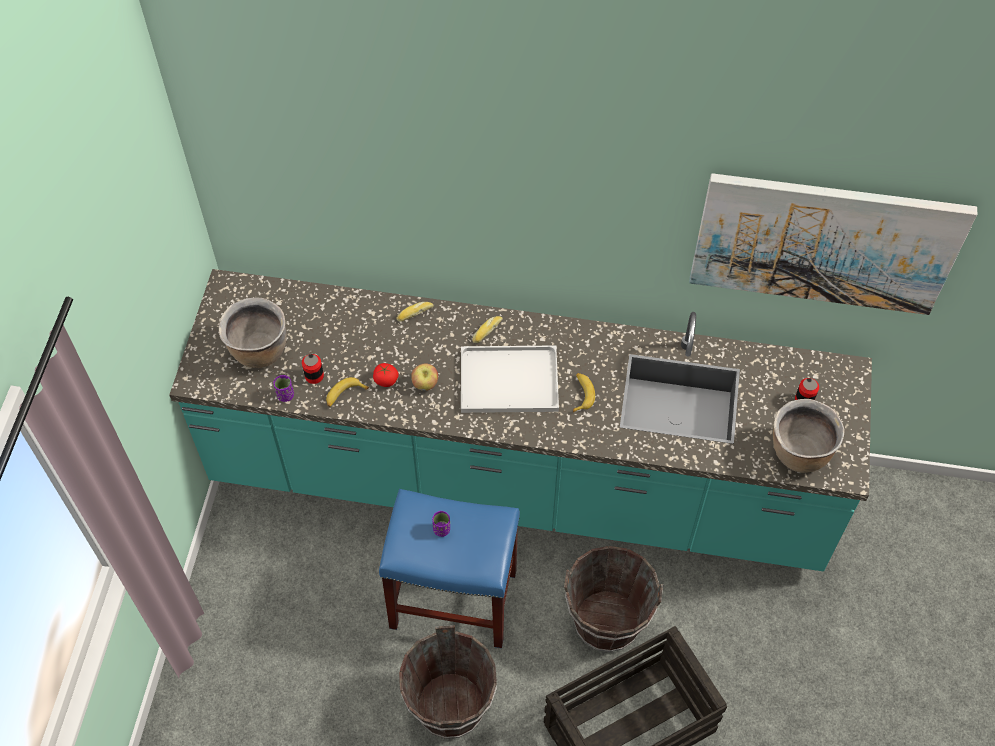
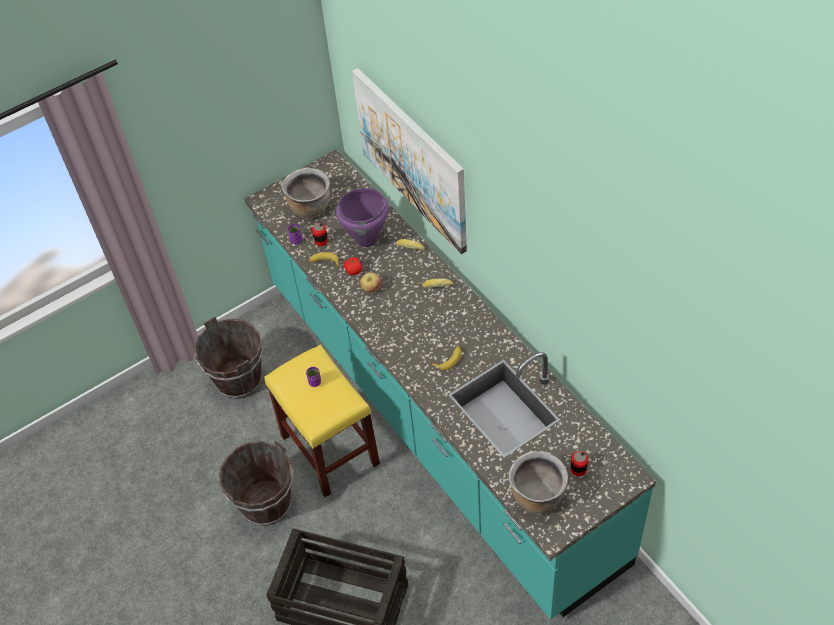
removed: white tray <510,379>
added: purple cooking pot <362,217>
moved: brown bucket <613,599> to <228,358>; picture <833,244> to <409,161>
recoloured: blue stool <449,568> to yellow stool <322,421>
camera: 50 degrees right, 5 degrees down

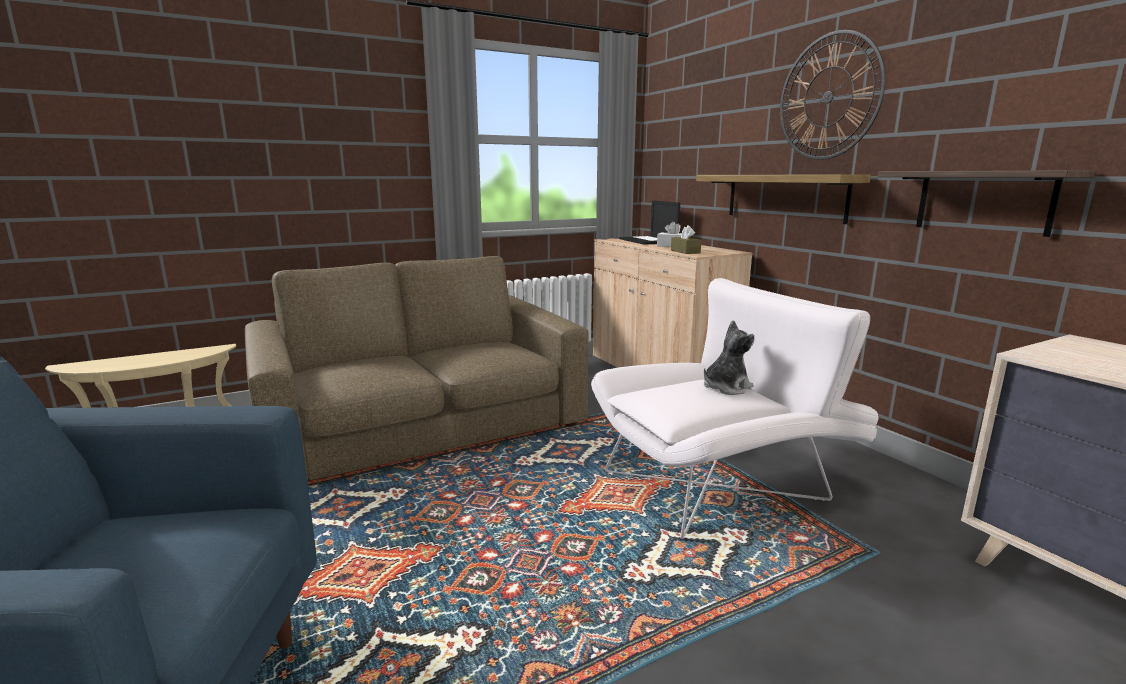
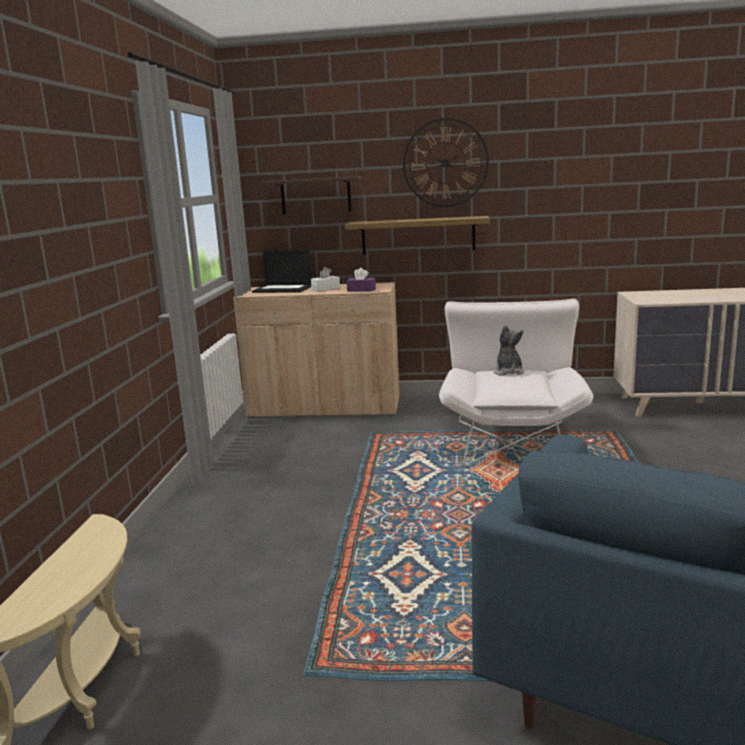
removed: brown sofa <416,368>
moved: shelf <986,203> to <311,195>
recoloured: brown tissue box <686,239> to purple tissue box <361,280>
camera: 55 degrees left, 0 degrees up

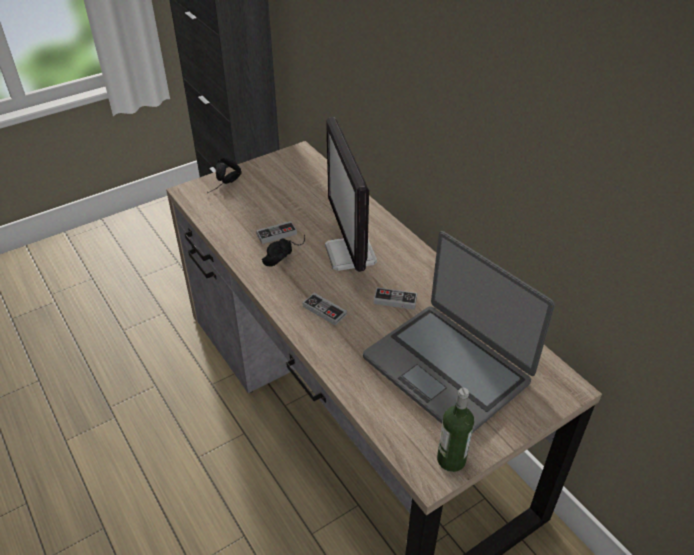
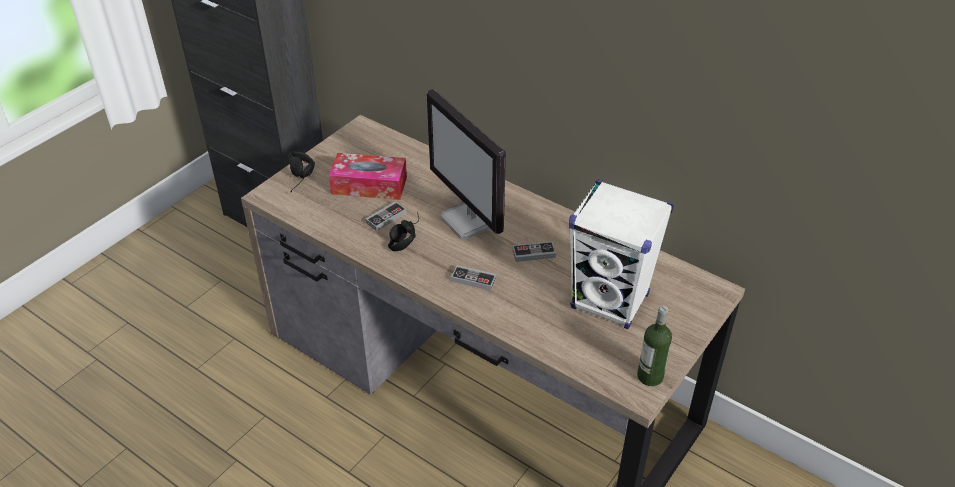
added: tissue box <368,176>
replaced: laptop <459,332> to white speaker <621,254>
camera: 20 degrees left, 0 degrees up

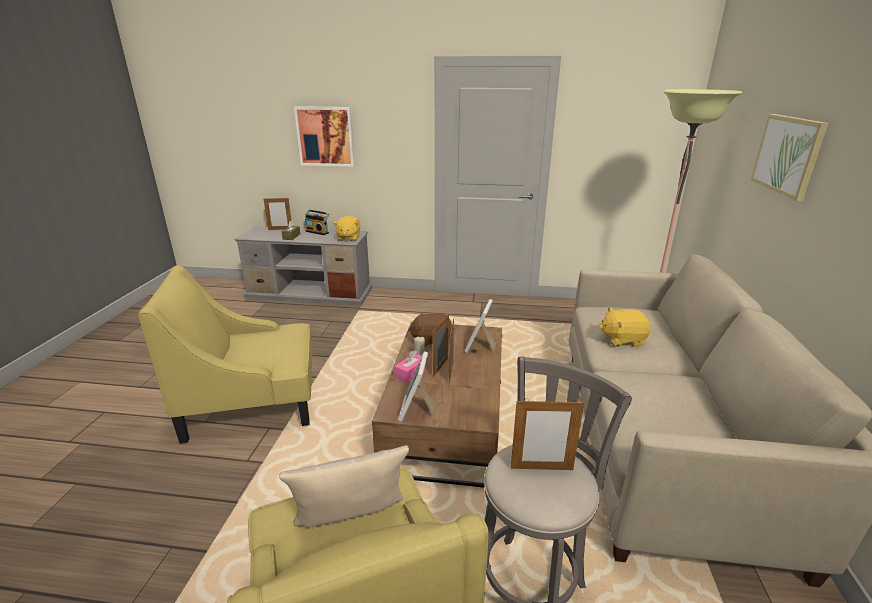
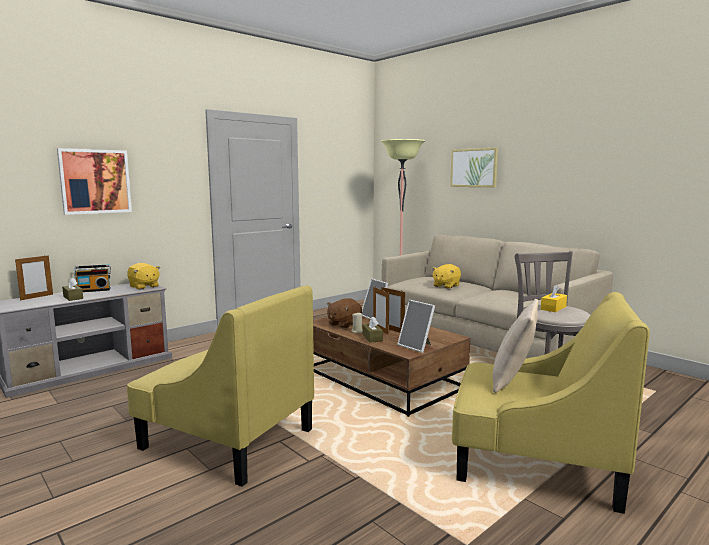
replaced: picture frame <547,434> to yellow tissue box <554,298>
recoloured: pink tissue box <411,366> to brown tissue box <373,329>
turned: yellow armchair <225,355> = <220,386> 90 degrees counterclockwise
camera: 50 degrees left, 15 degrees down

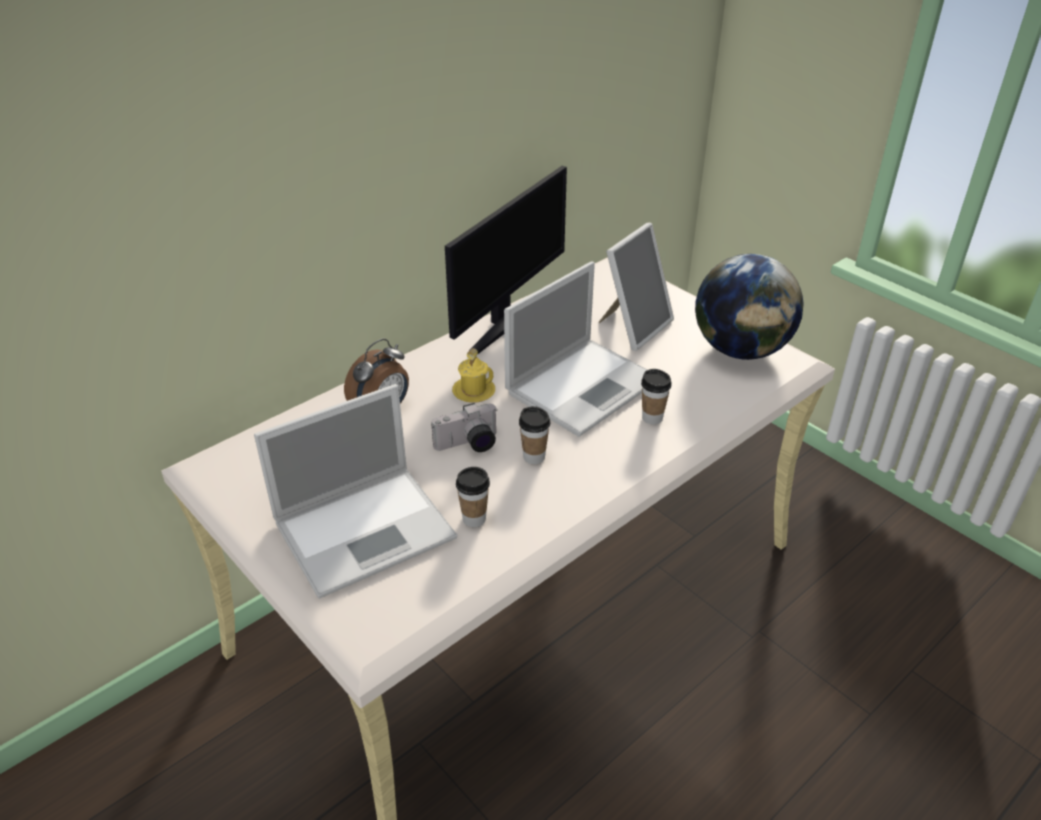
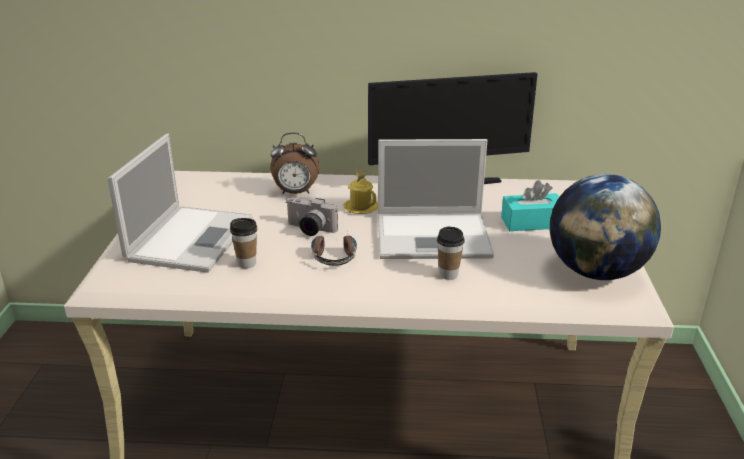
replaced: cup <534,435> to headphones <334,248>; picture frame <636,286> to turquoise tissue box <530,205>
turned: laptop <355,491> = <180,203> 90 degrees counterclockwise
camera: 45 degrees right, 10 degrees down

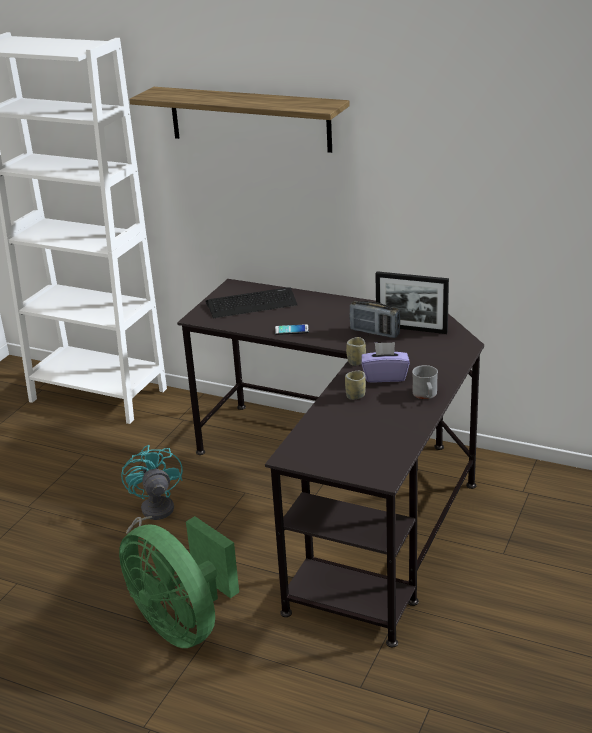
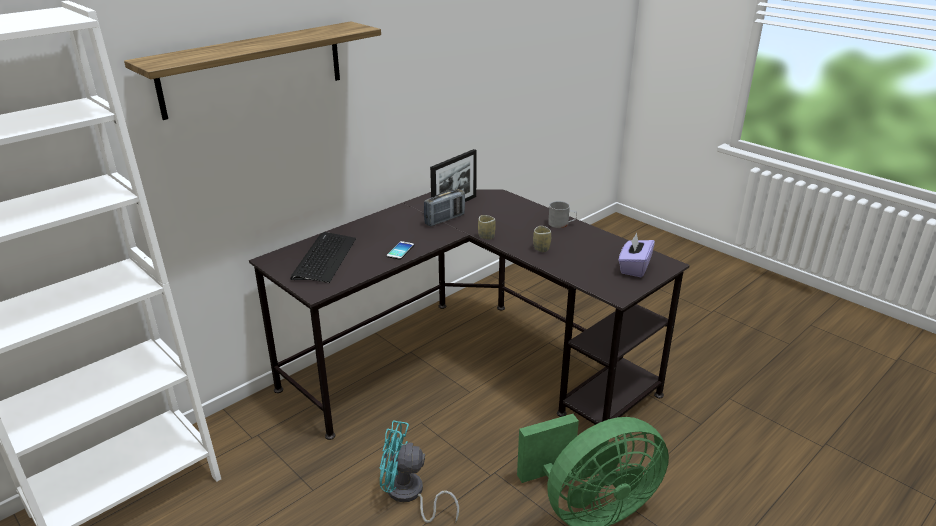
moved: purple tissue box <385,362> to <636,255>
camera: 70 degrees left, 0 degrees up

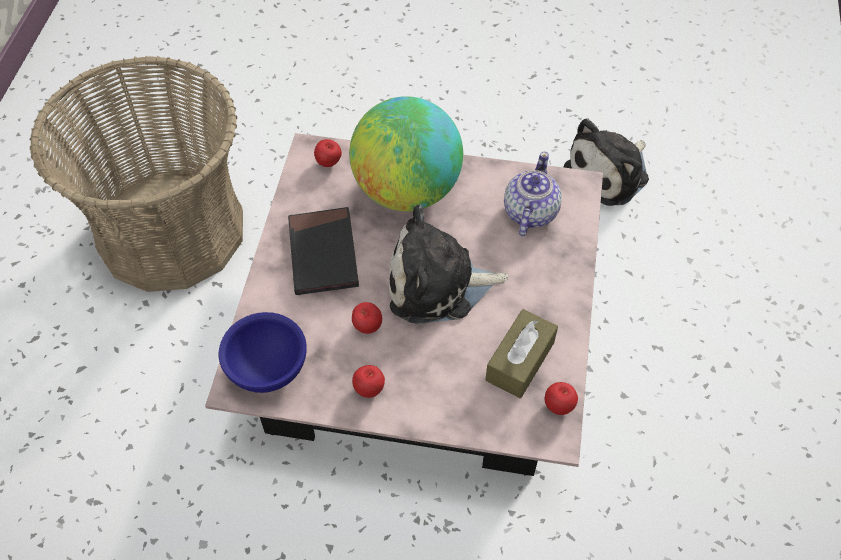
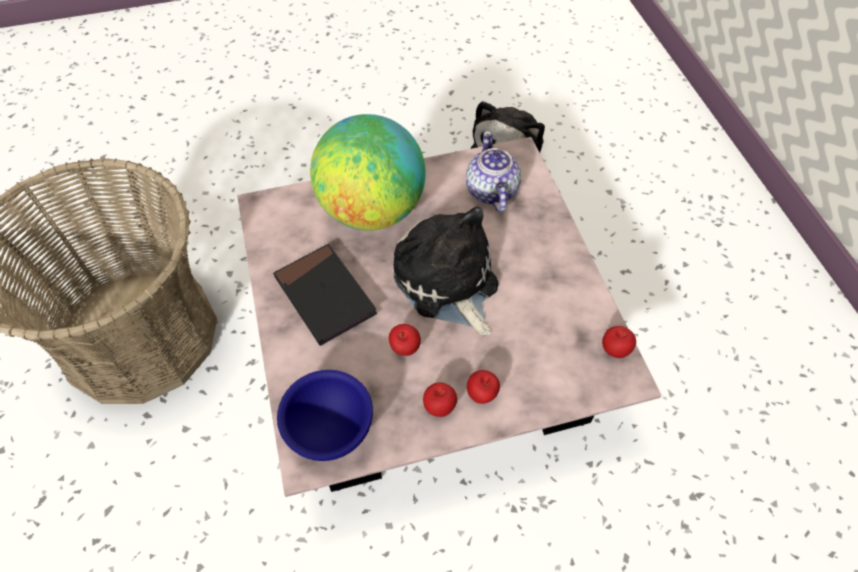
removed: brown tissue box <521,353>
moved: apple <328,153> to <483,387>
turned: plush toy <448,264> = <446,271> 90 degrees clockwise
camera: 25 degrees left, 0 degrees up

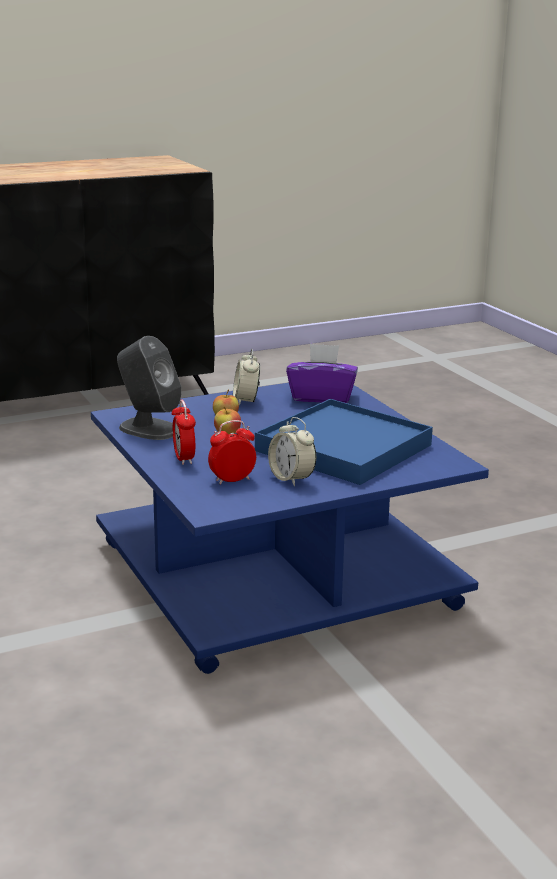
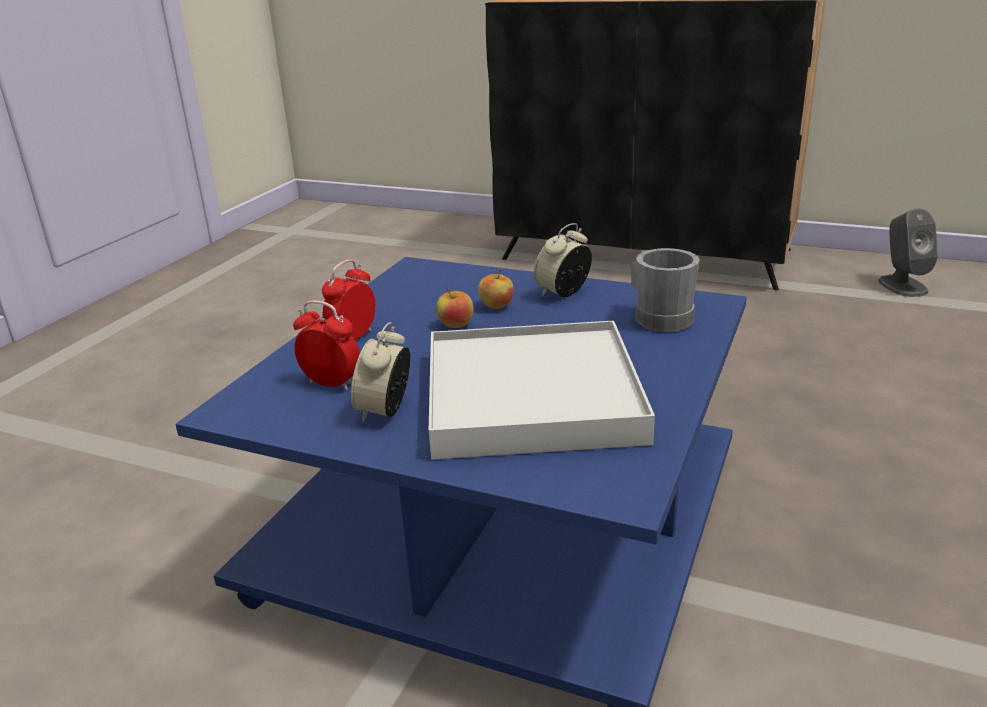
moved: grey speaker <149,388> to <908,252>
replaced: purple tissue box <322,373> to grey mug <665,290>
recoloured: blue tray <344,442> to white tray <542,390>
camera: 50 degrees right, 5 degrees up

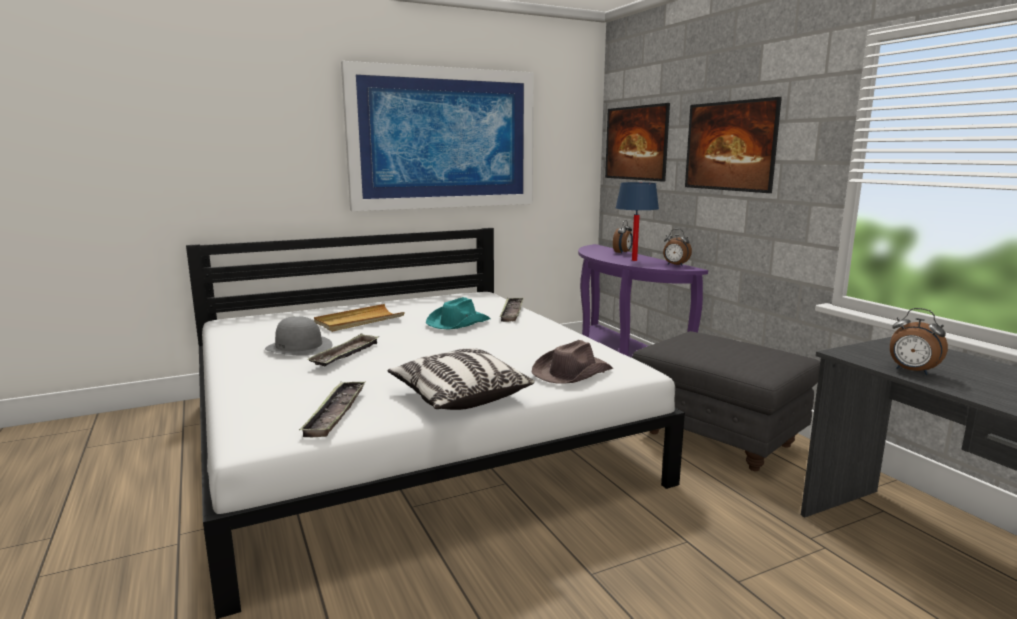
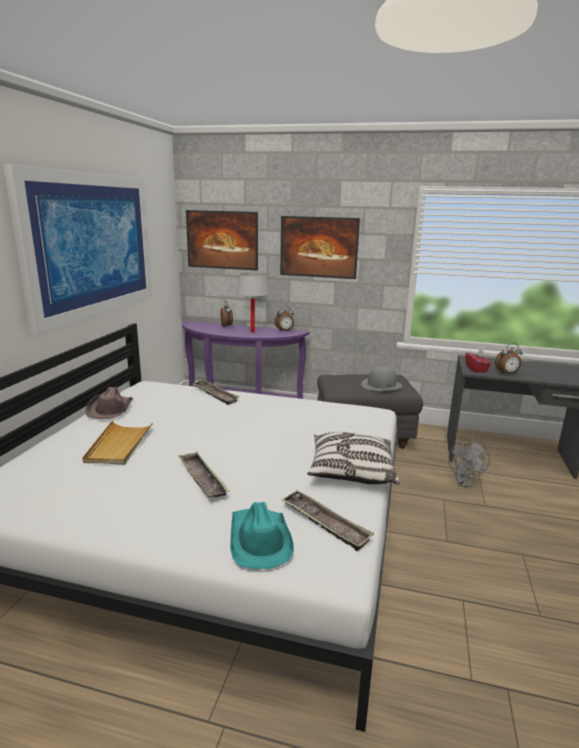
added: grey fan <469,463>; red tissue box <478,360>
moved: grey hat <299,336> to <382,378>; turquoise hat <458,313> to <262,535>; brown hat <572,361> to <109,403>
recoloured: blue table lamp <637,221> to white table lamp <253,303>
camera: 50 degrees left, 5 degrees up

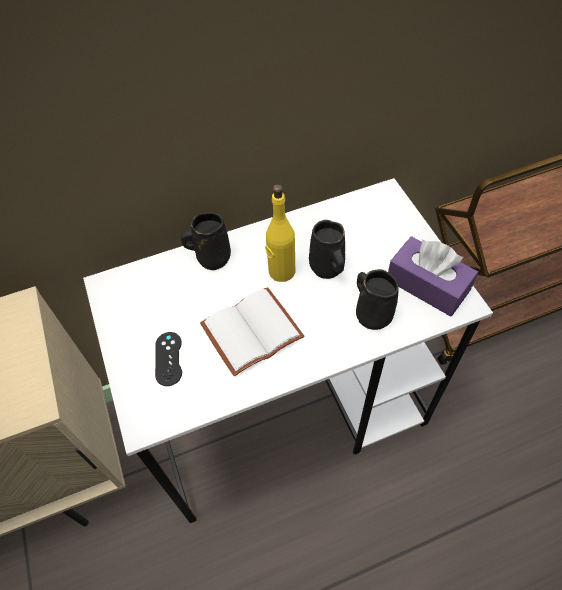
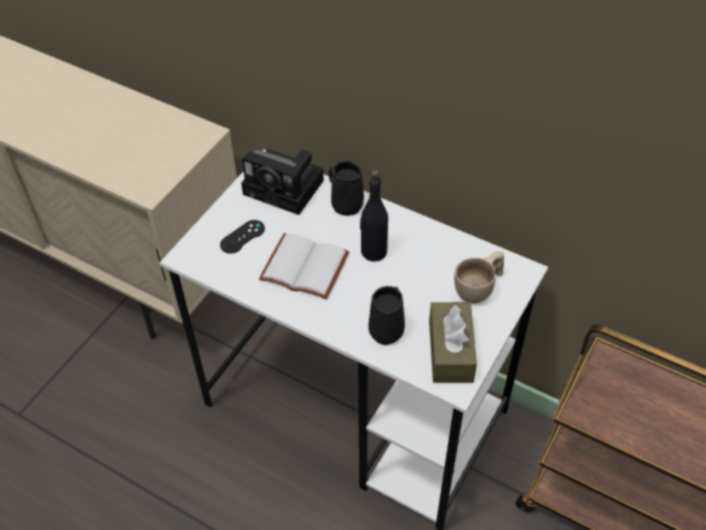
removed: black mug <327,249>
added: photo camera <282,182>; beige cup <479,277>
recoloured: yellow bottle <280,233> to black bottle <374,216>; purple tissue box <433,276> to brown tissue box <453,342>
camera: 50 degrees right, 5 degrees down

